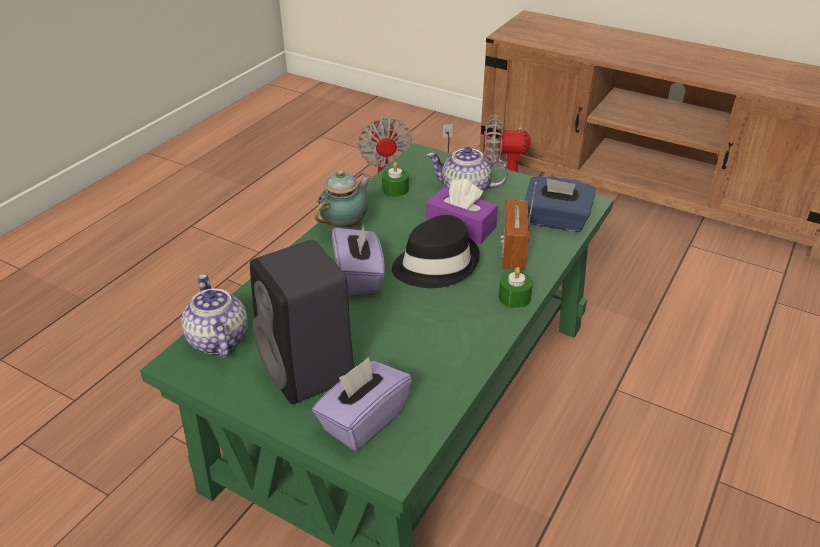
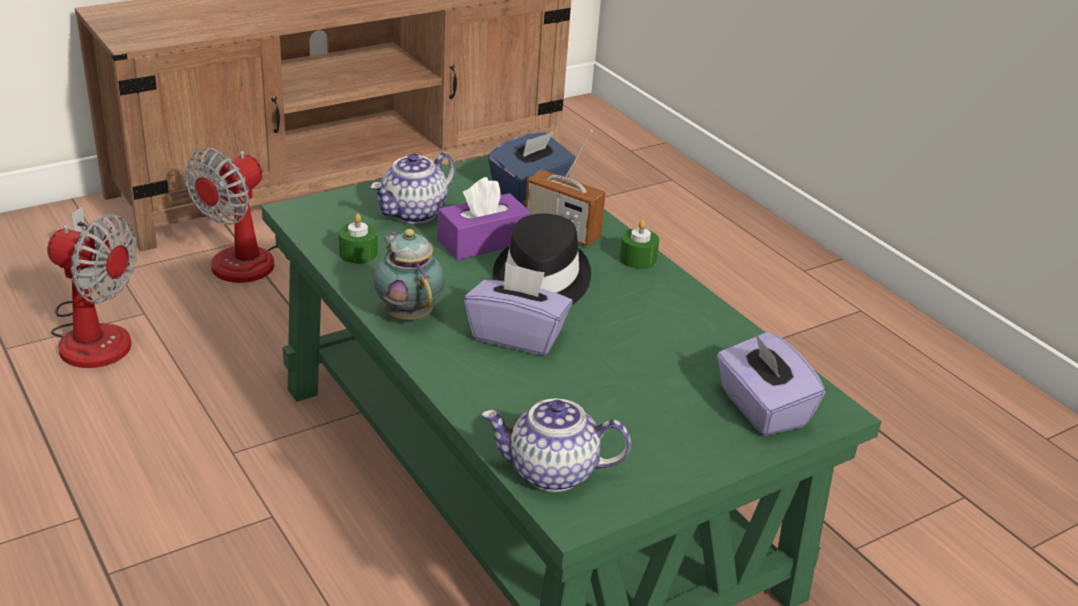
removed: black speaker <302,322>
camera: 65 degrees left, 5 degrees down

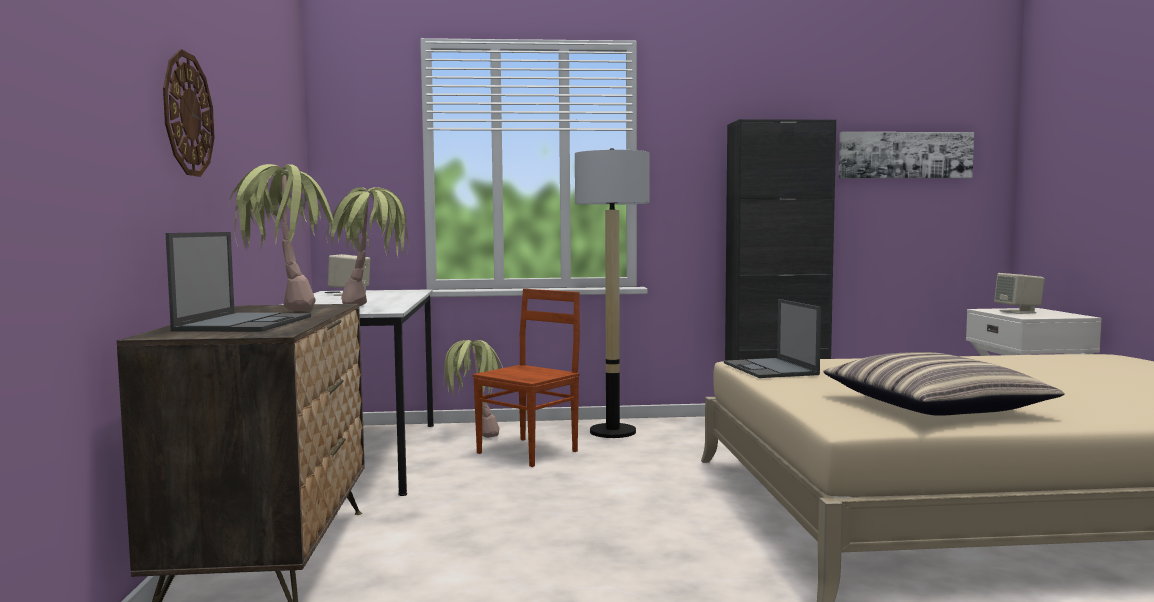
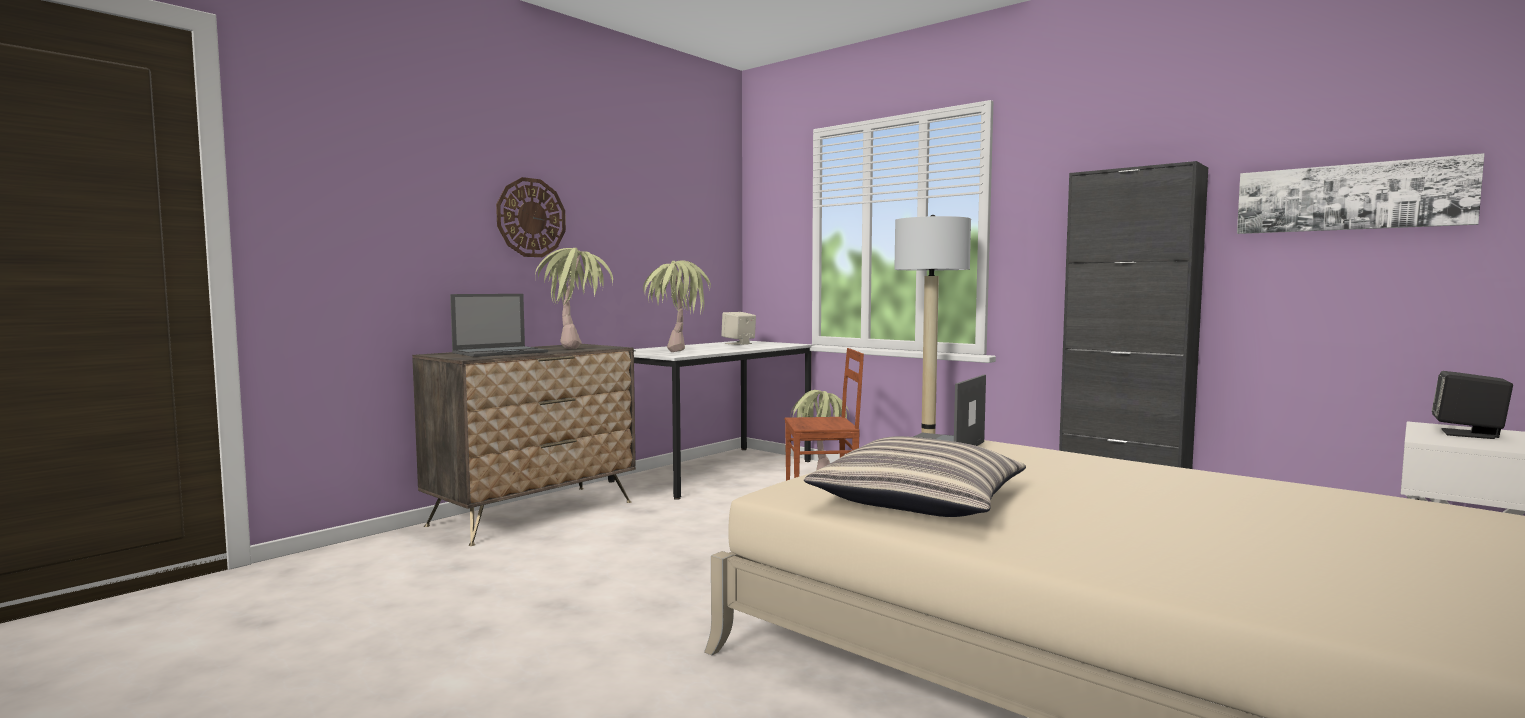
recoloured: beige speaker <1019,293> to black speaker <1472,405>
camera: 45 degrees right, 0 degrees up

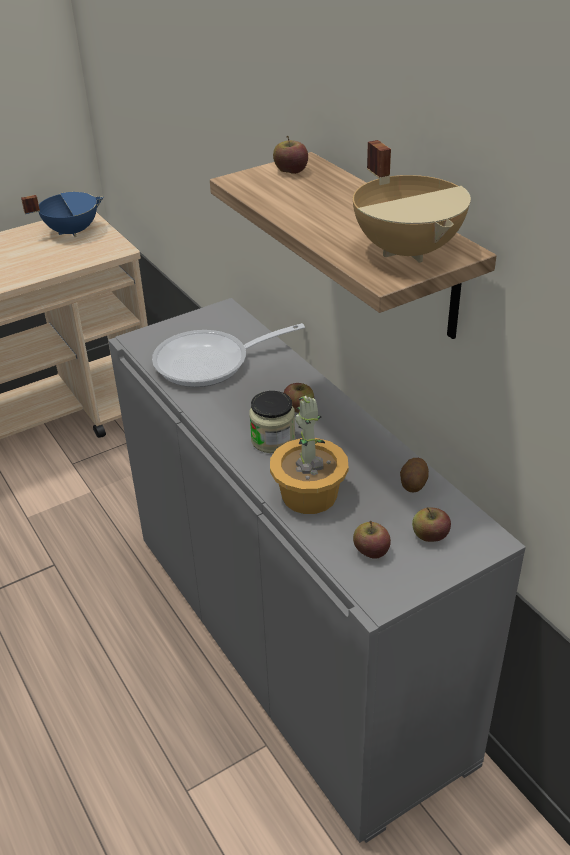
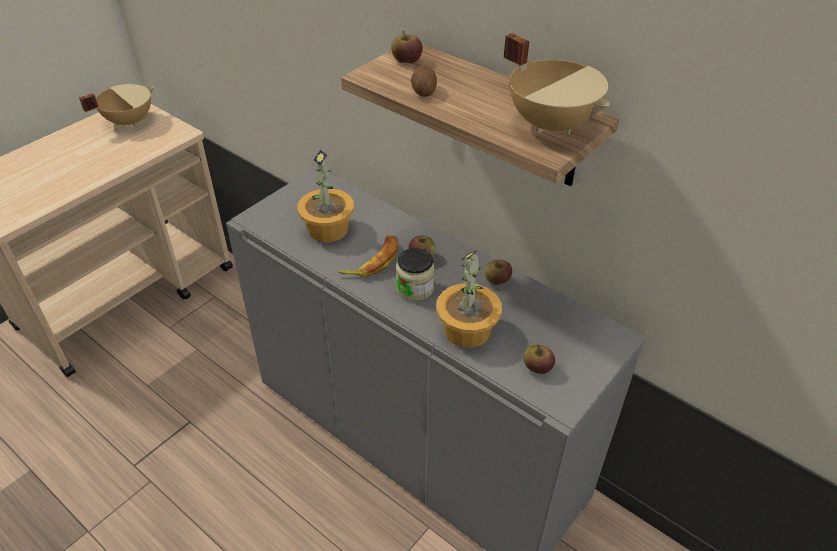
added: banana <368,256>
moved: potato <414,475> to <424,81>; apple <431,524> to <498,272>
replaced: frying pan <228,355> to potted plant <325,196>
recoloured: blue cooking pot <62,214> to beige cooking pot <116,105>
camera: 20 degrees left, 5 degrees up

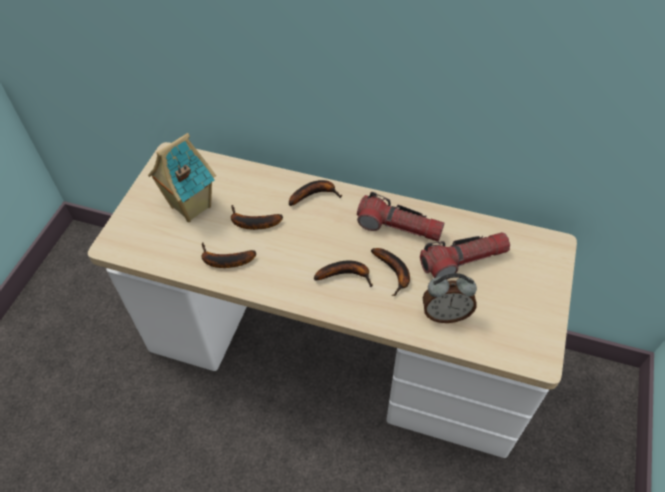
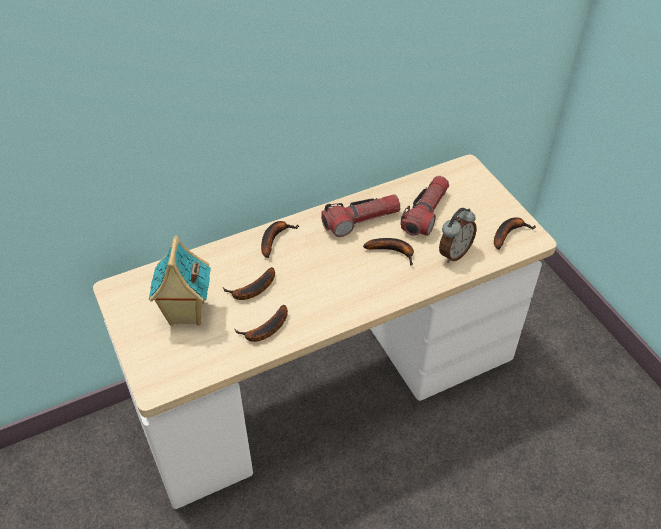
moved: banana <343,273> to <515,233>
camera: 45 degrees left, 5 degrees down

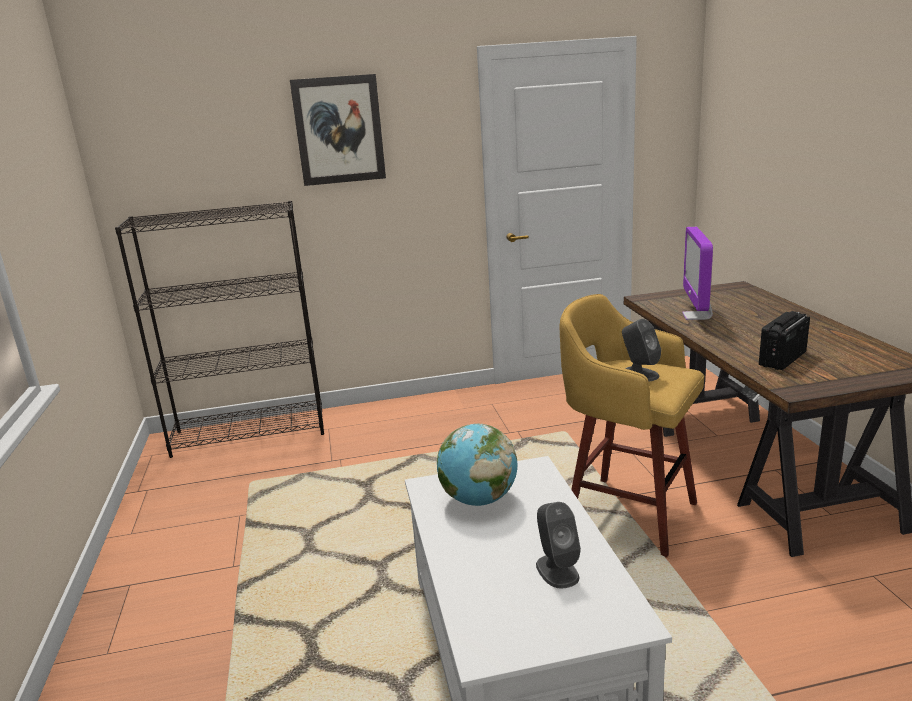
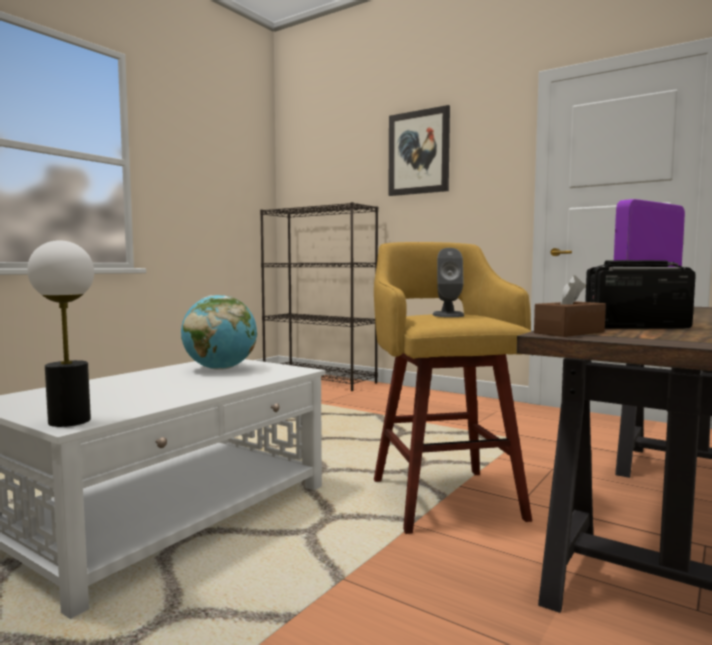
removed: grey speaker <558,545>
added: table lamp <60,333>; brown tissue box <570,306>
camera: 45 degrees right, 15 degrees down

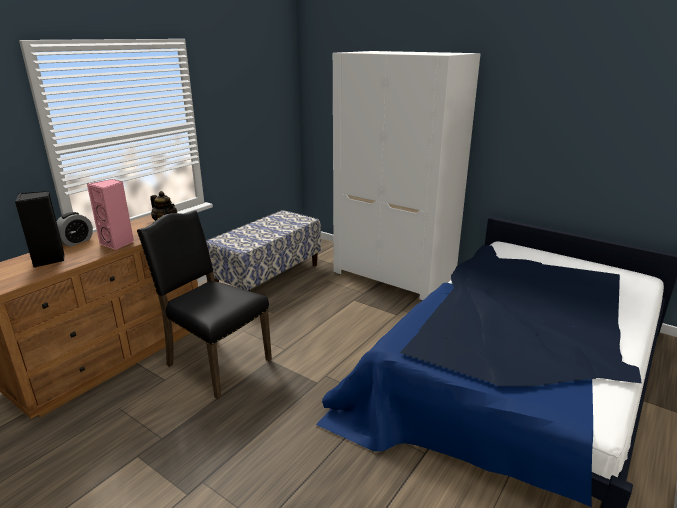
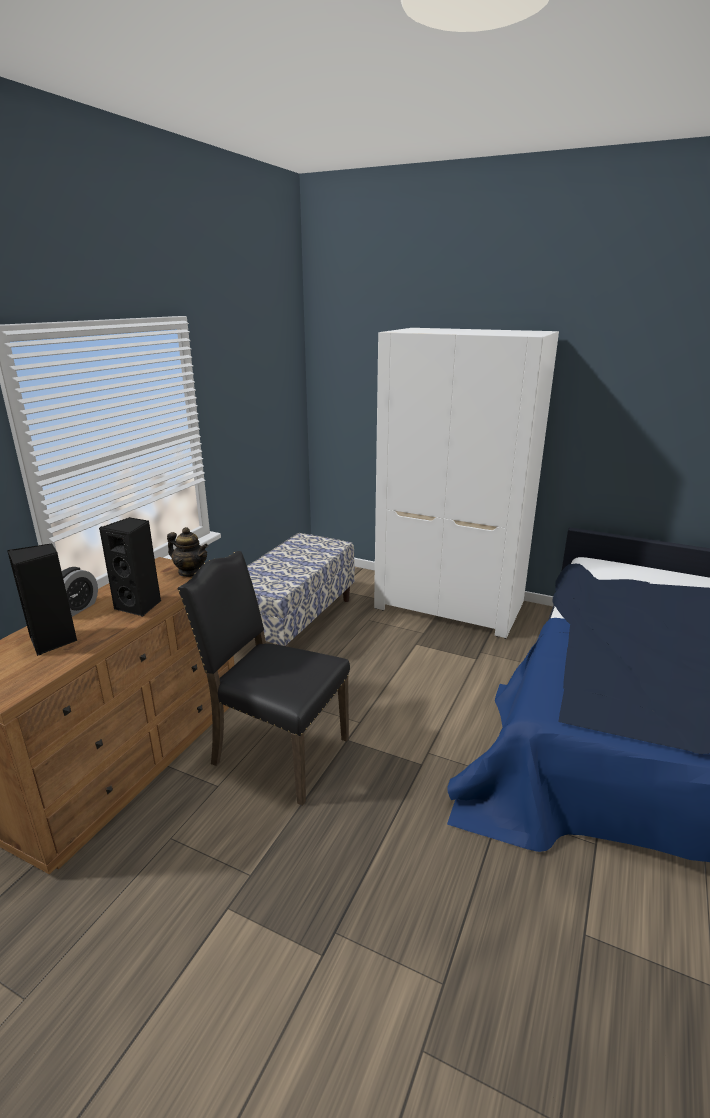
recoloured: pink speaker <110,214> to black speaker <130,567>
camera: 10 degrees left, 0 degrees up

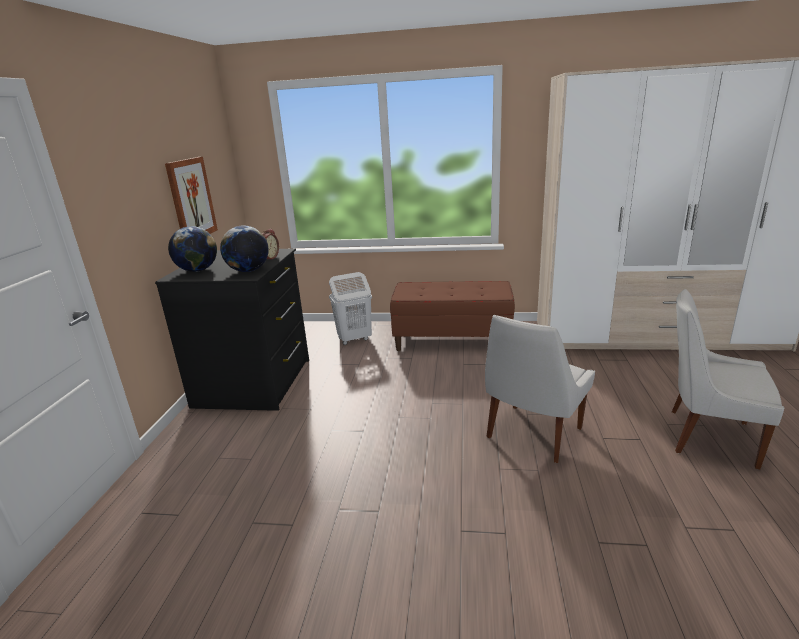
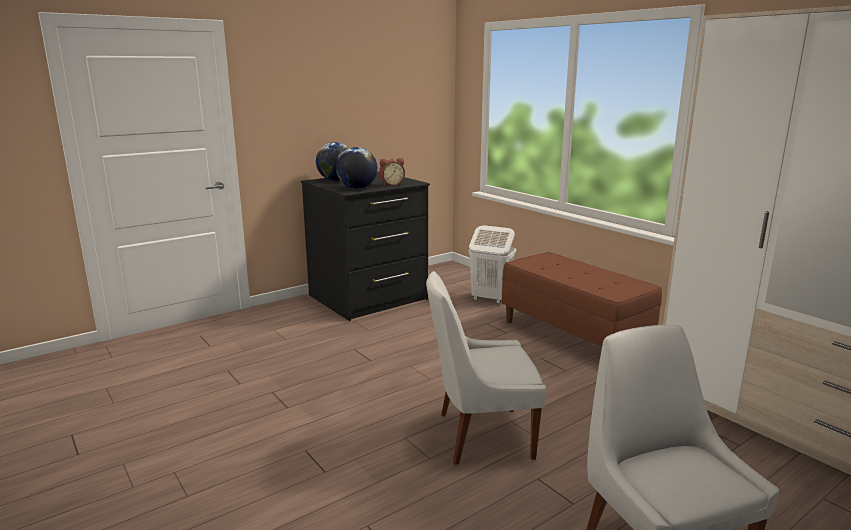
removed: picture <191,195>
camera: 45 degrees right, 5 degrees down

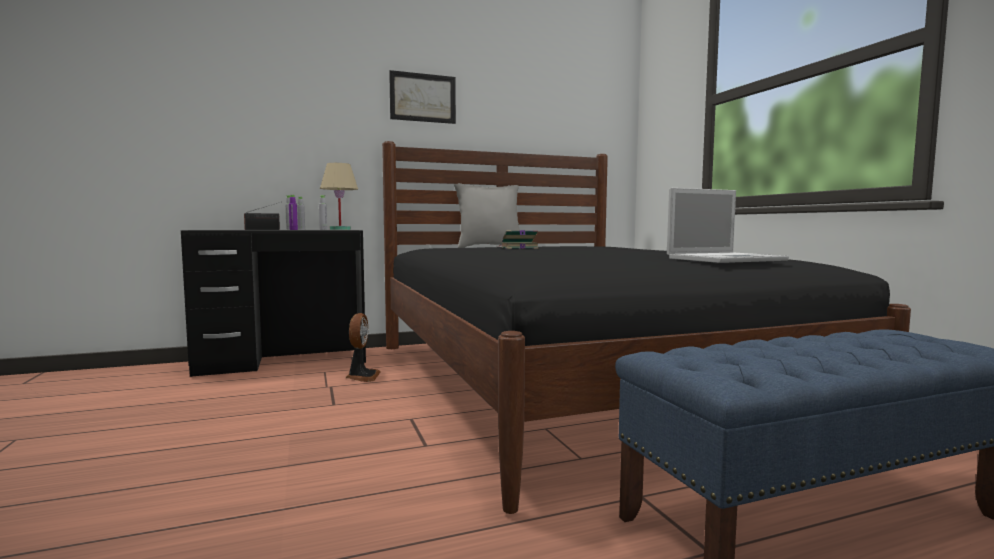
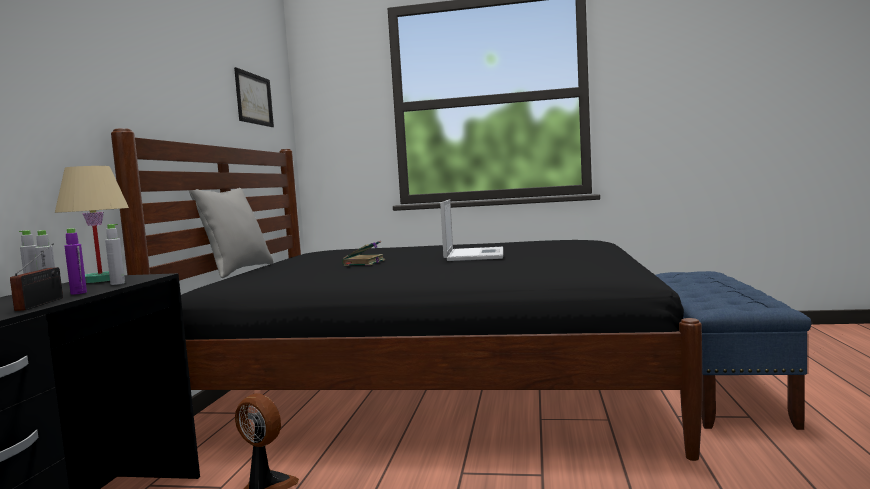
moved: picture <422,97> to <254,97>; laptop <728,225> to <471,230>
camera: 60 degrees left, 0 degrees up

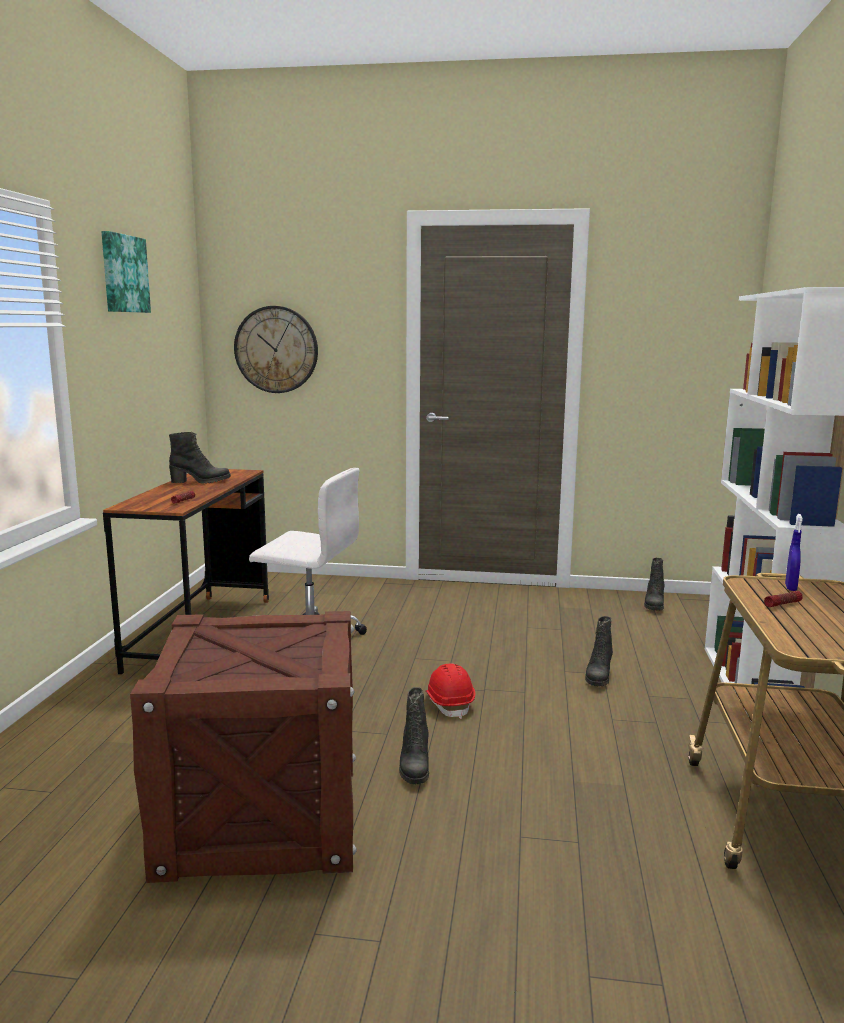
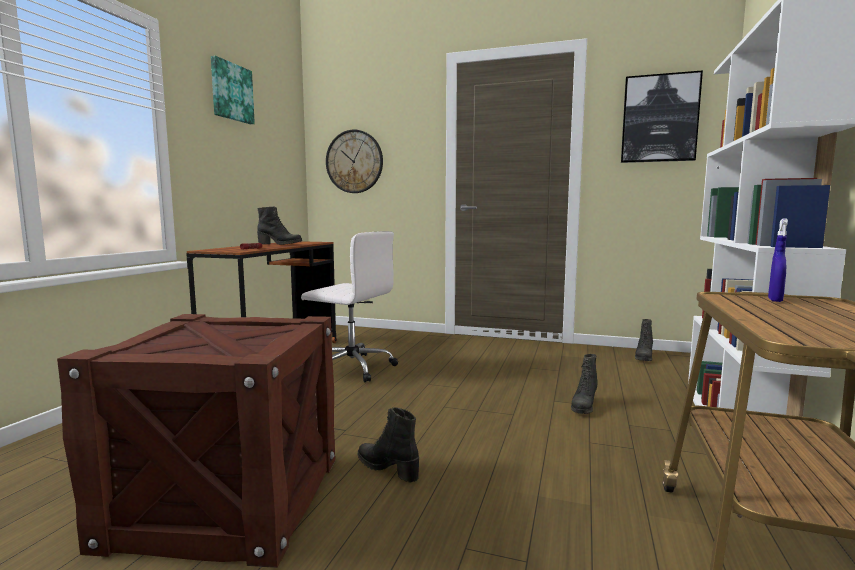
removed: red hard hat <450,691>; flashlight <783,599>
added: picture <662,116>
turned: black boot <414,735> = <388,445> 120 degrees clockwise
camera: 10 degrees right, 5 degrees down

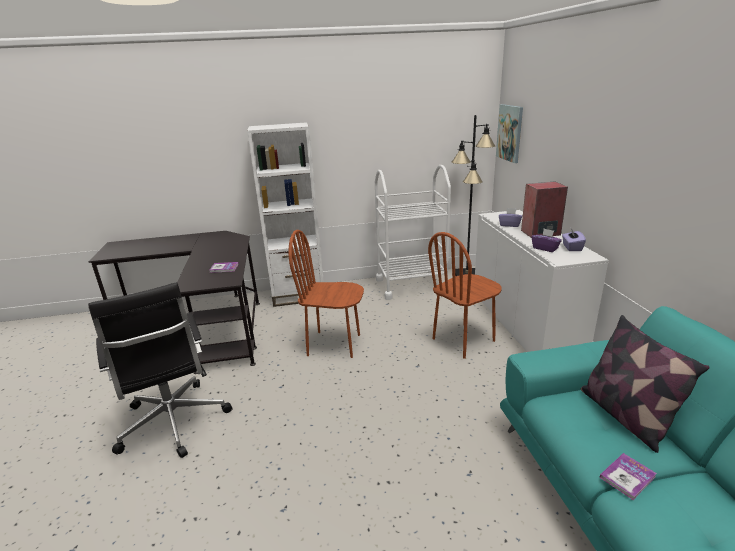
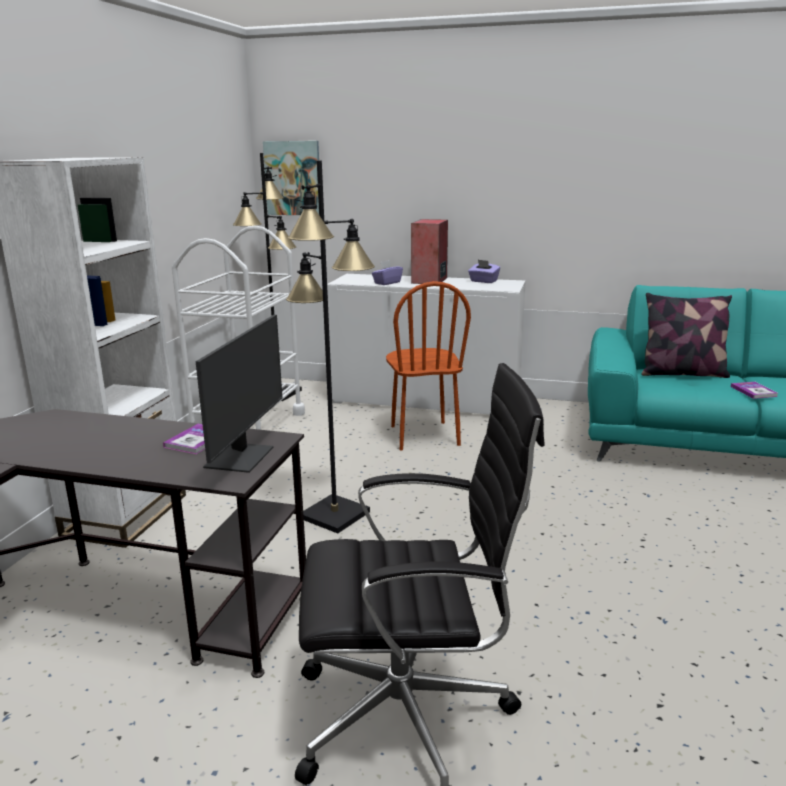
removed: purple tissue box <547,240>
added: monitor <239,394>
replaced: brown chair <326,294> to black floor lamp <330,346>
camera: 65 degrees left, 5 degrees down

